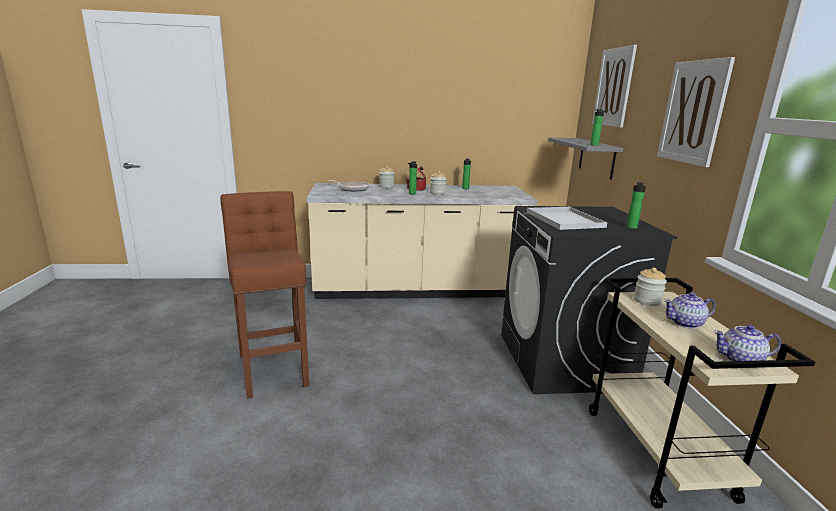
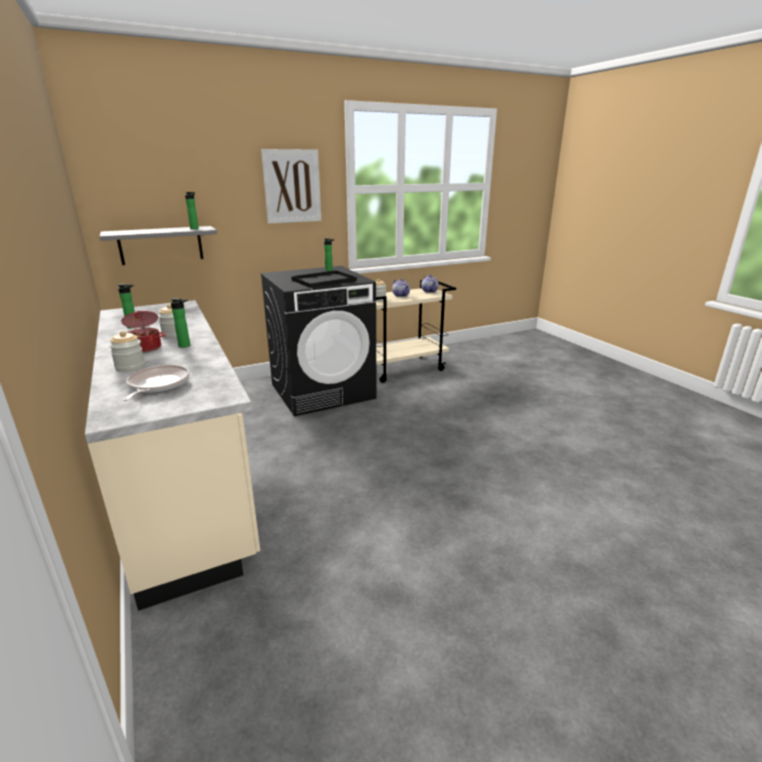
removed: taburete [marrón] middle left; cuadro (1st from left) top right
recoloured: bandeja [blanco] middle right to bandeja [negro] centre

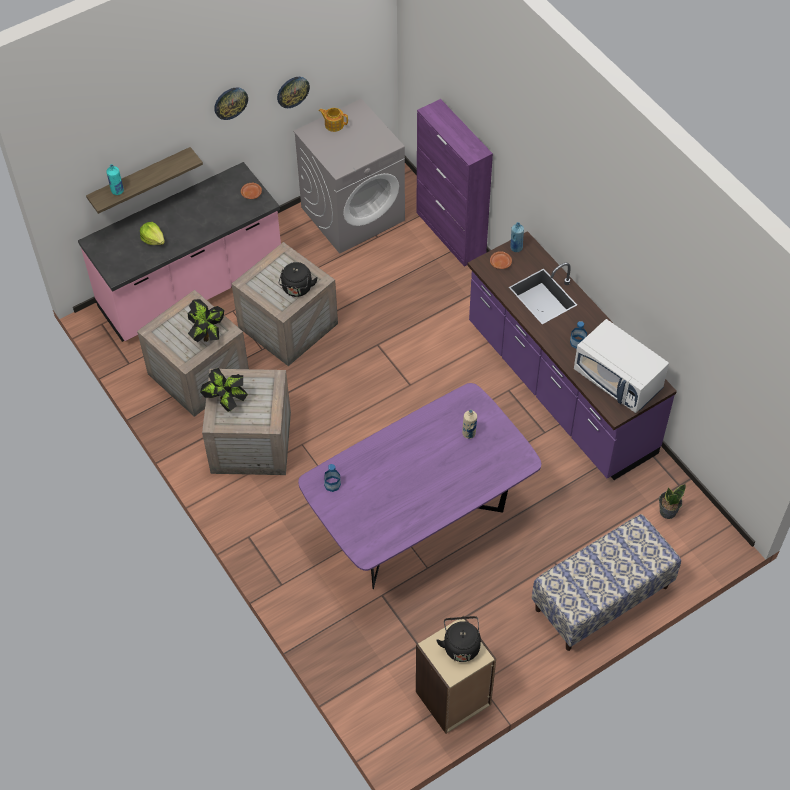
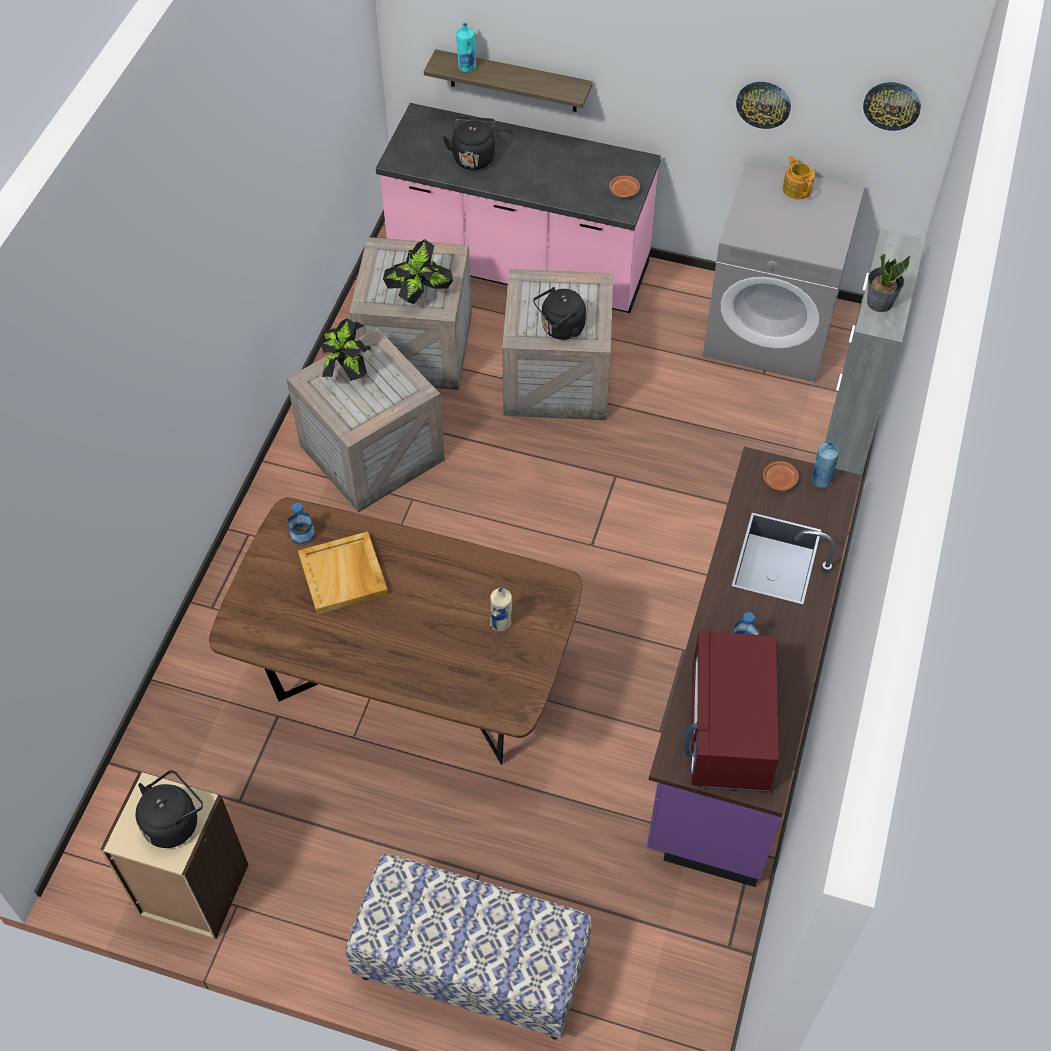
added: bandeja [beis] middle left
moved: reloj de pared (1st from left in the first image) top left to reloj de pared (2nd from left) top right; planta en maceta (3rd from left) middle right to top right
replaced: lechuga top left to hervidor [negro] (2nd from left) top centre
recoloured: mesa de comedor [morado] centre to mesa de comedor [marrón] centre; armario [morado] top centre to armario [gris] middle right; microondas [blanco] middle right to microondas [rojo] bottom right

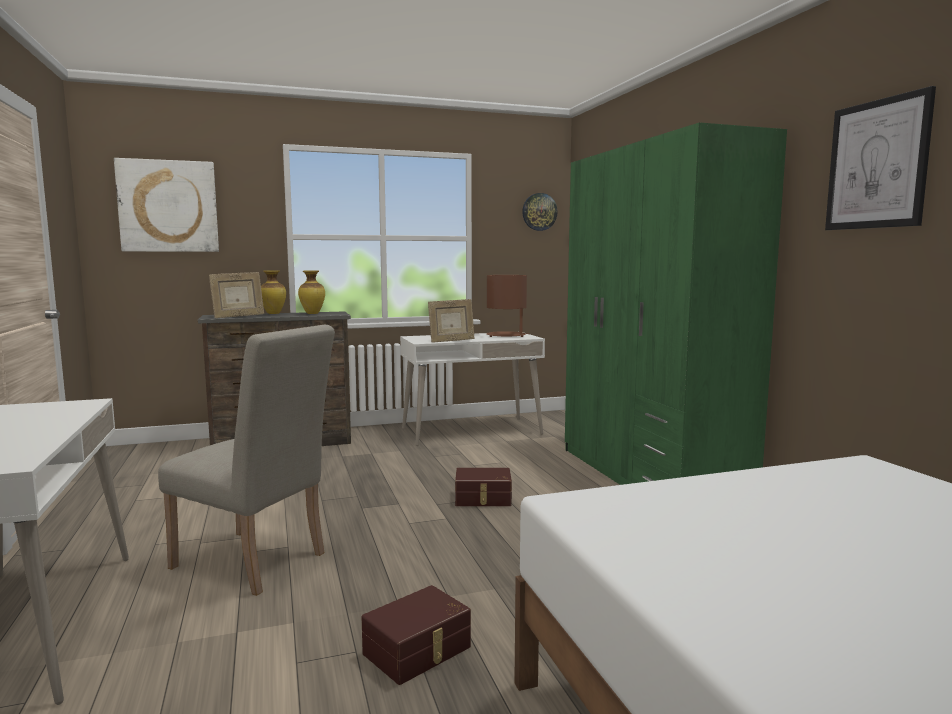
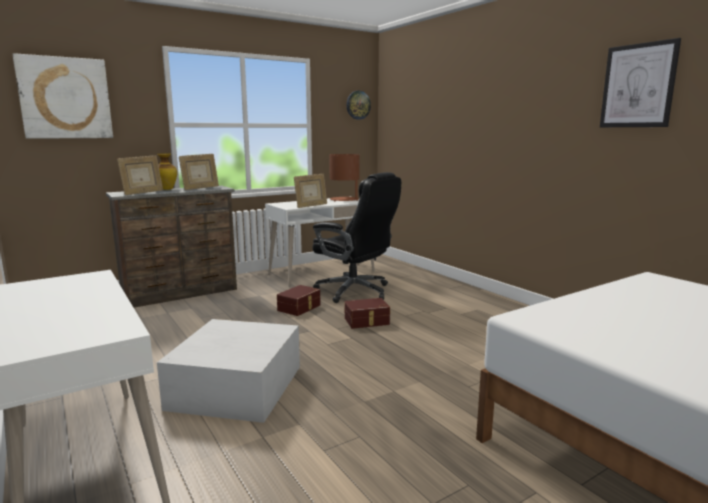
removed: armario ropero [verde] middle right
added: silla de oficina [negro] centre
moved: caja de almacenaje [marrón] (1st from left) bottom centre to centre
replaced: silla [beis] middle left to caja de almacenaje [blanco] bottom left; florero (2nd from left) middle left to portarretratos (2nd from left) middle left

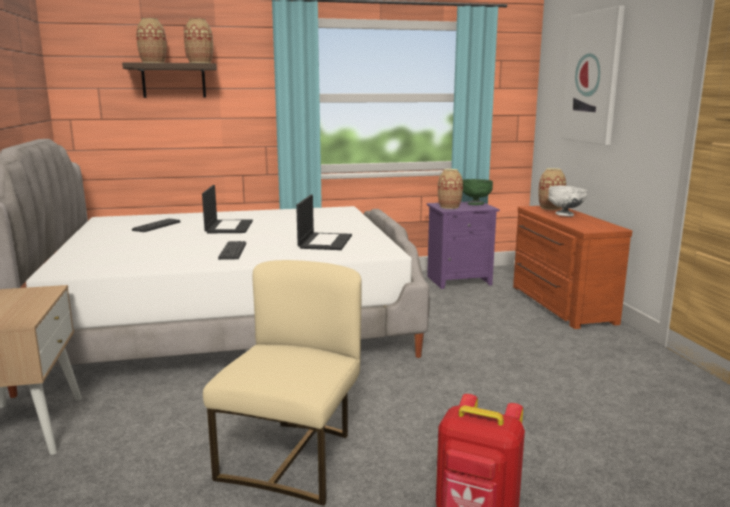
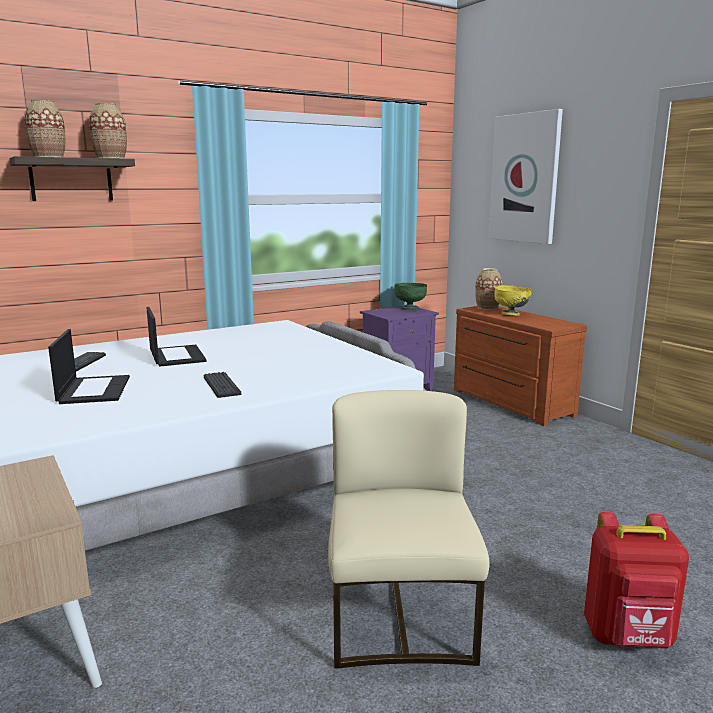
removed: florero (3rd from left) centre
moved: portátil (2nd from left in the first image) centre to portátil (1st from left) middle left
recoloured: cuenco [blanco] middle right to cuenco [amarillo] middle right

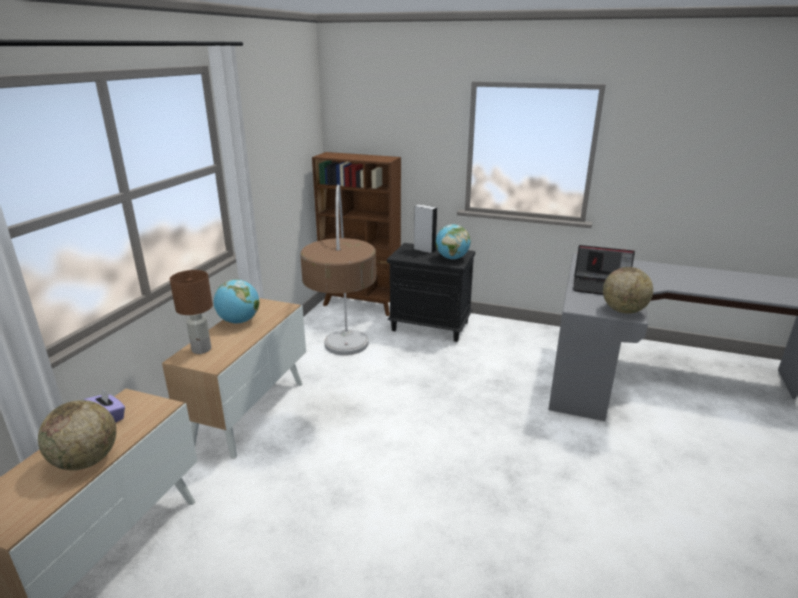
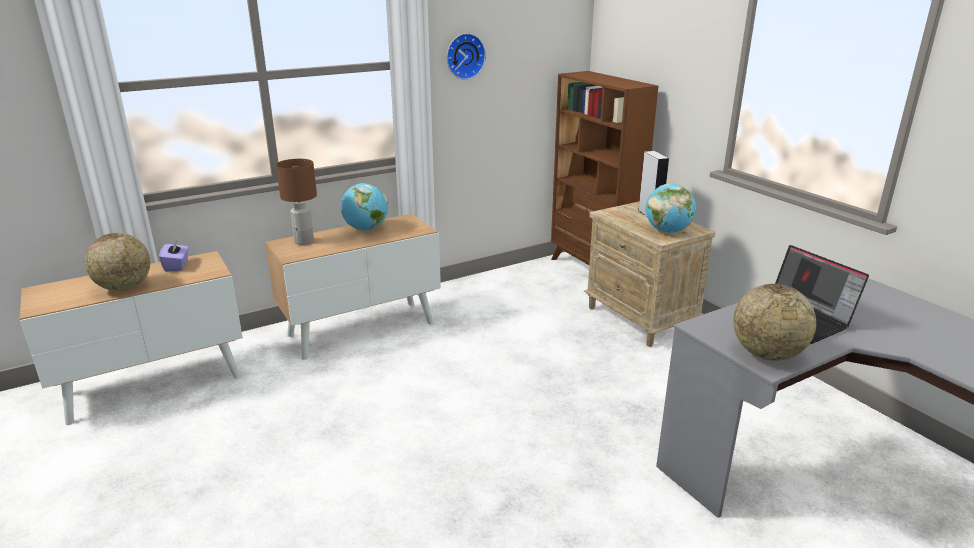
removed: lámpara de pie centre
added: reloj de pared top centre
recoloured: mesita de noche [negro] centre to mesita de noche [beis] middle right

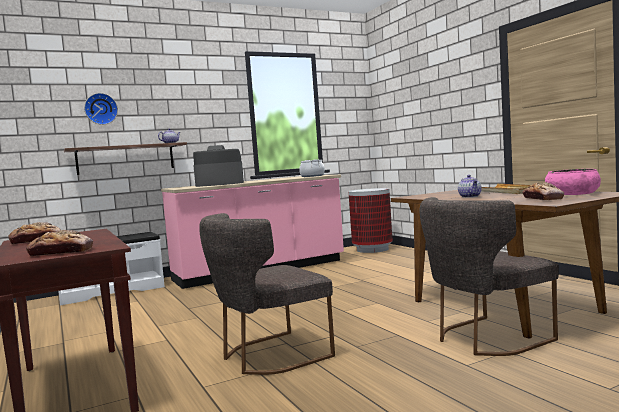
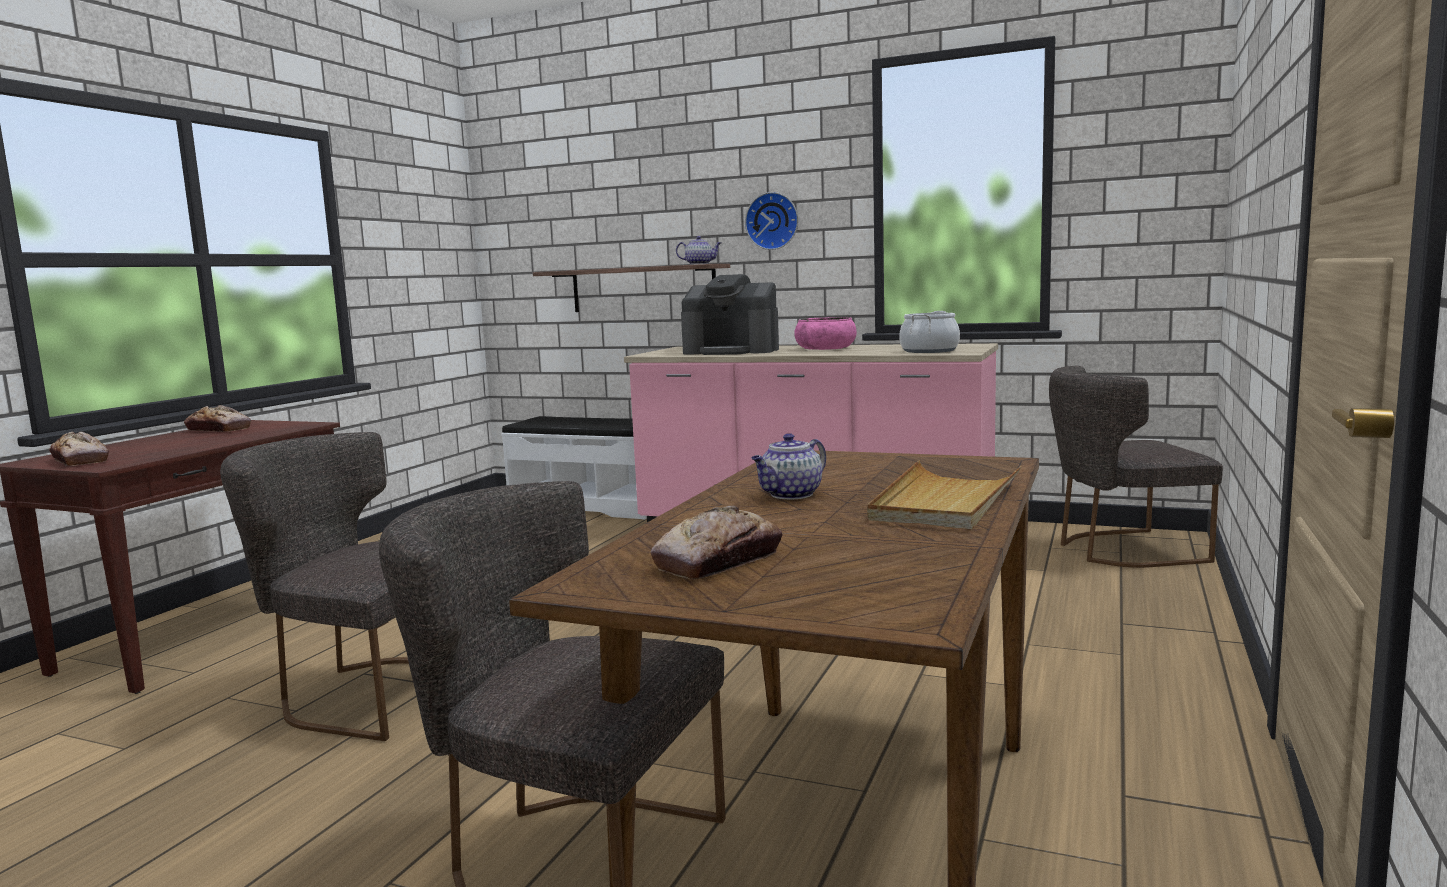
moved: reloj de pared top left to top centre; cuenco [rosa] middle right to centre
replaced: papelera centre to silla [gris] (3rd from left) middle right
turned: cafetera centre = centre 150 degrees clockwise

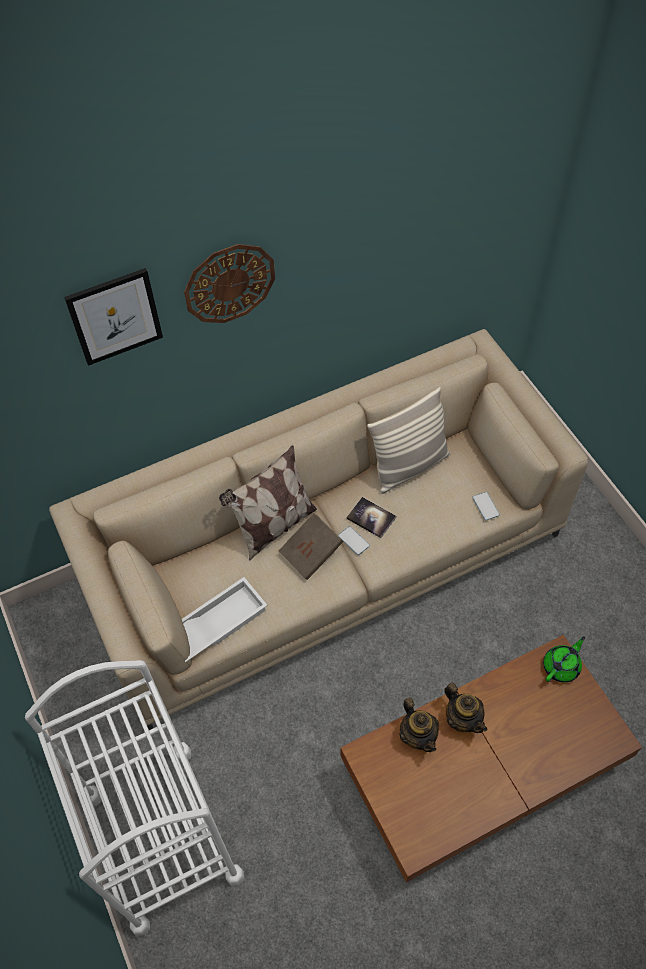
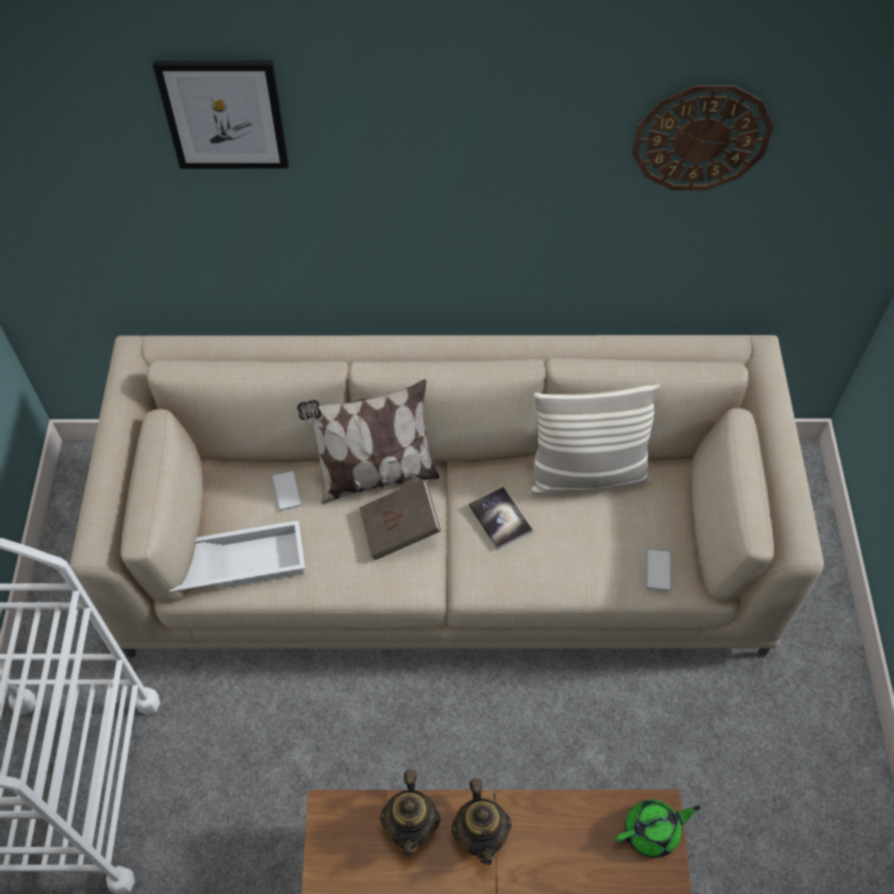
moved: reloj de pared top centre to top right; móvil (1st from left) centre to middle left

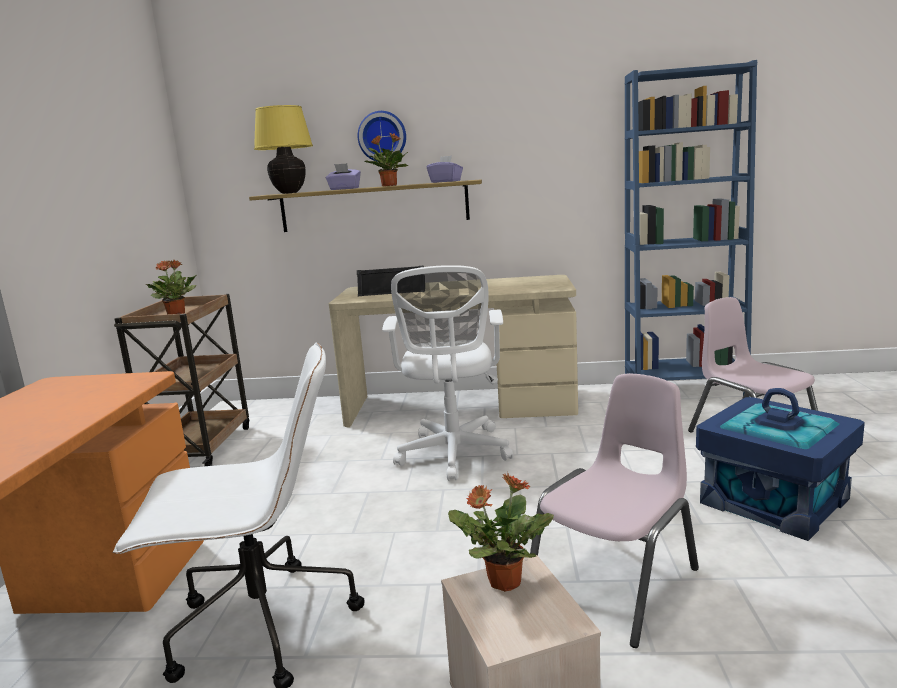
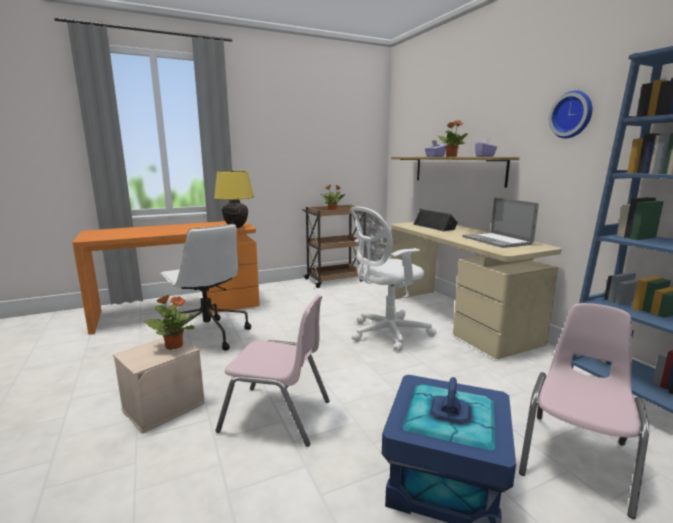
added: portátil middle right
moved: lámpara de mesa [amarillo] top left to centre; reloj de pared top centre to top right

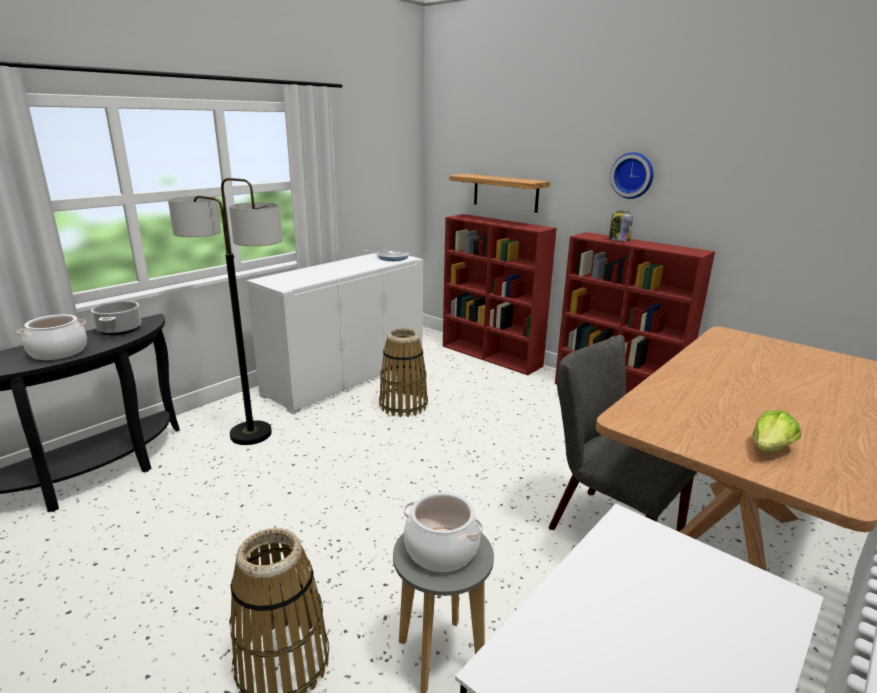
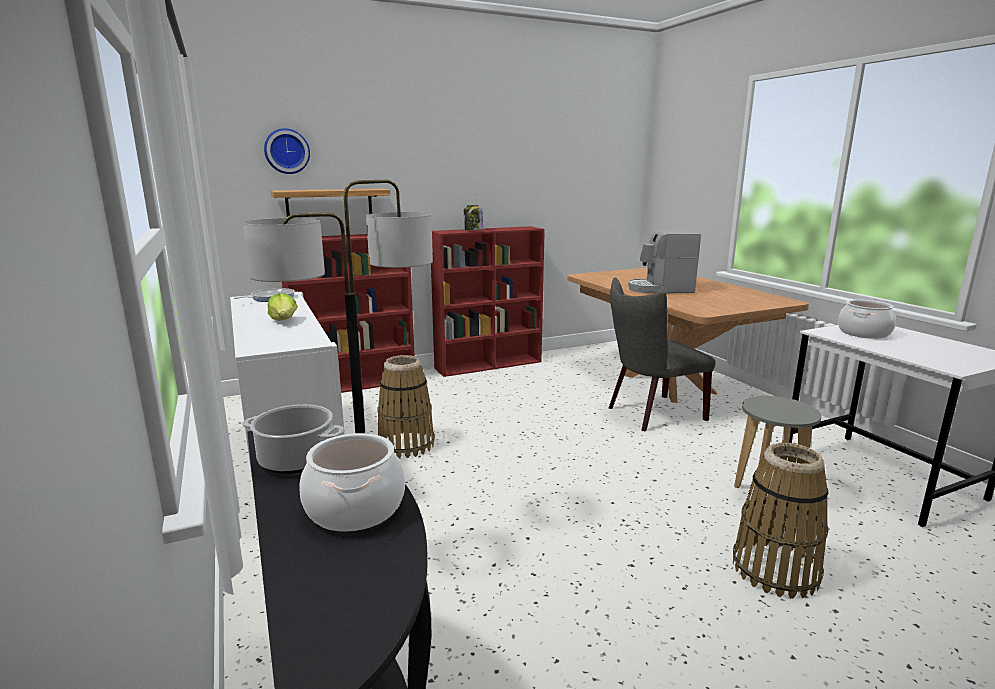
added: cafetera middle right
moved: olla (3rd from left) bottom centre to middle right; reloj de pared top right to top left; lechuga middle right to middle left

